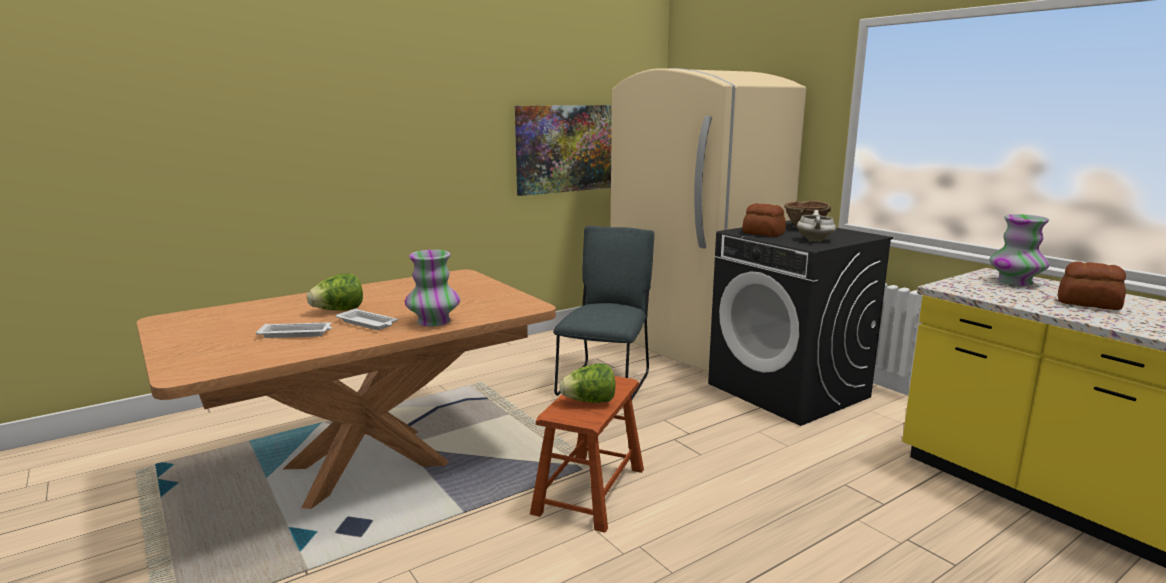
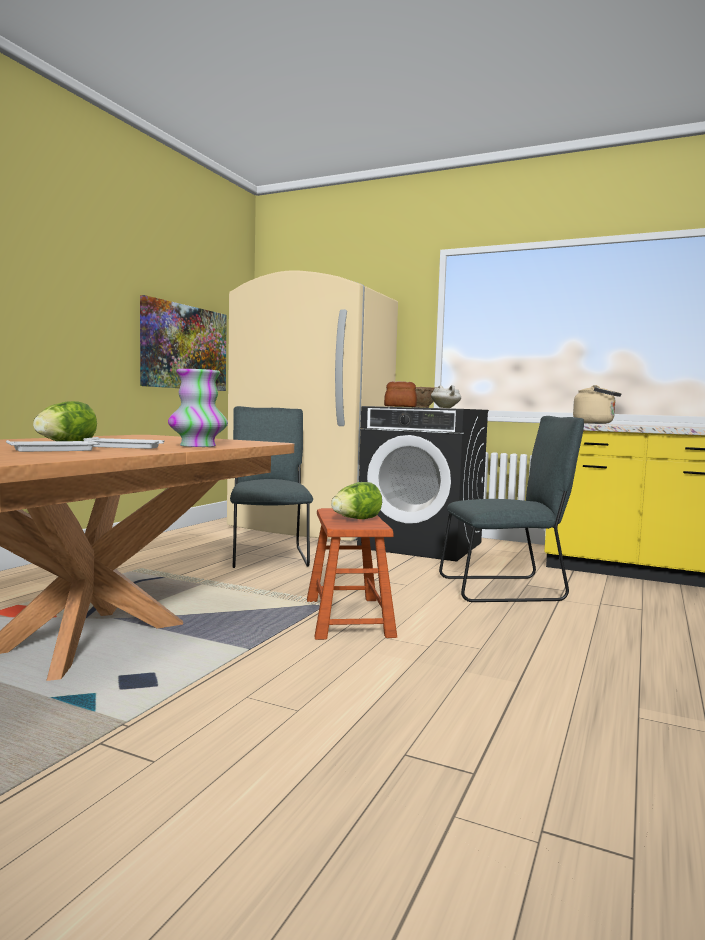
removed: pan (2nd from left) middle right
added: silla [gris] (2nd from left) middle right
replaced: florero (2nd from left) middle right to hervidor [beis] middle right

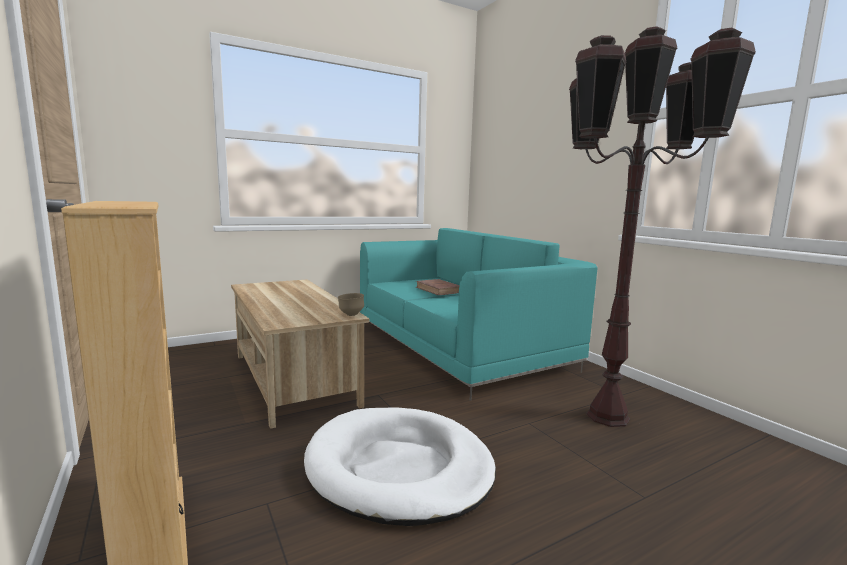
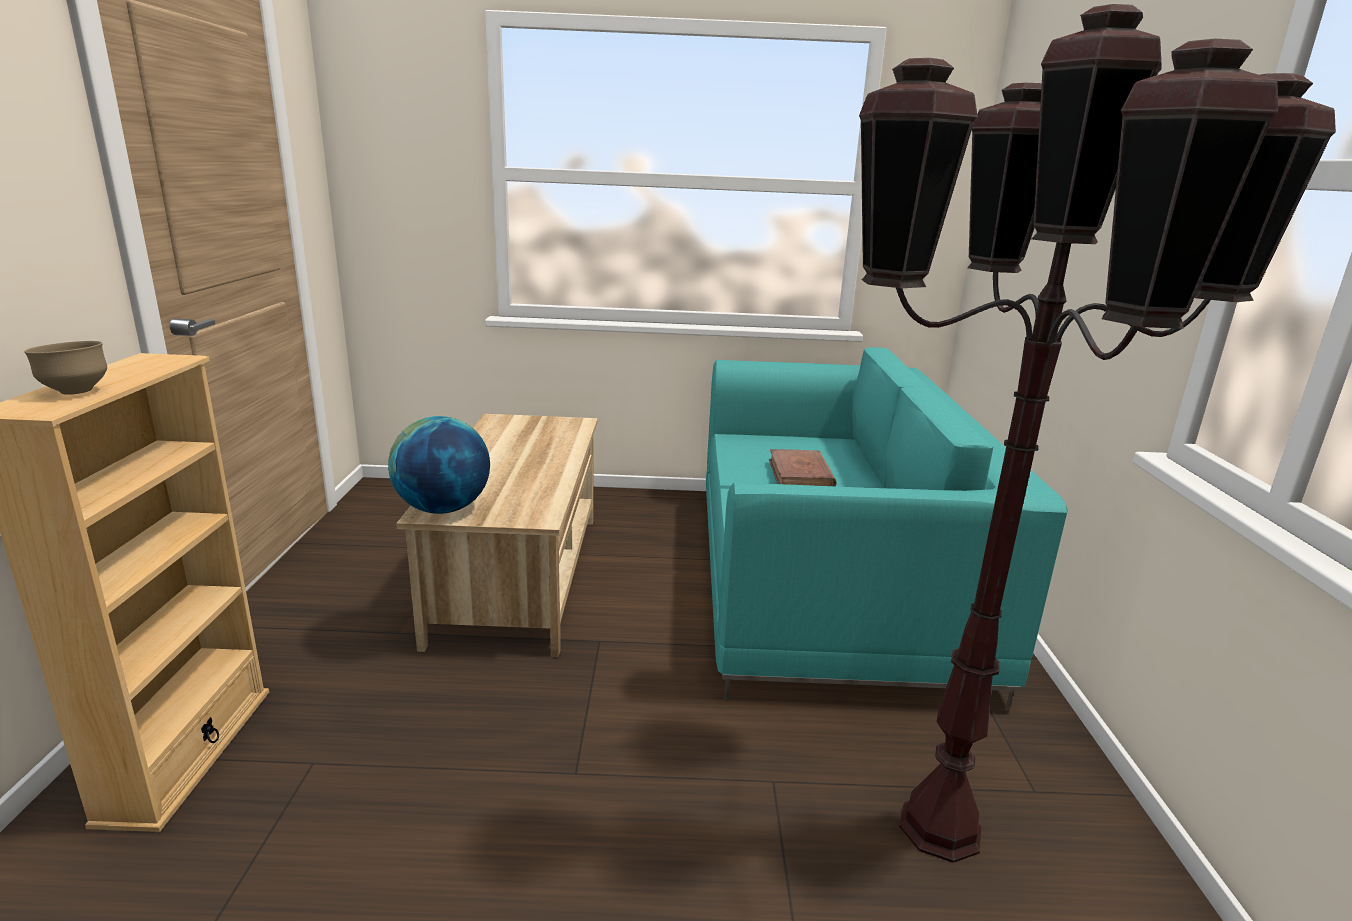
removed: cama para perro [blanco] bottom centre
added: globo terráqueo middle left
moved: cuenco [marrón] centre to middle left

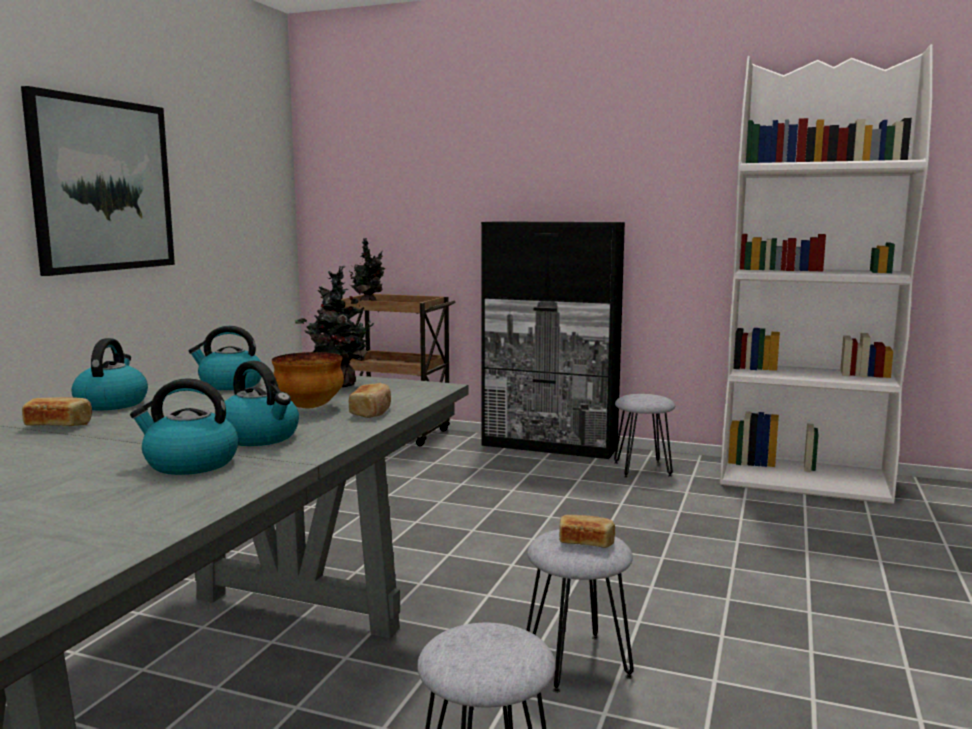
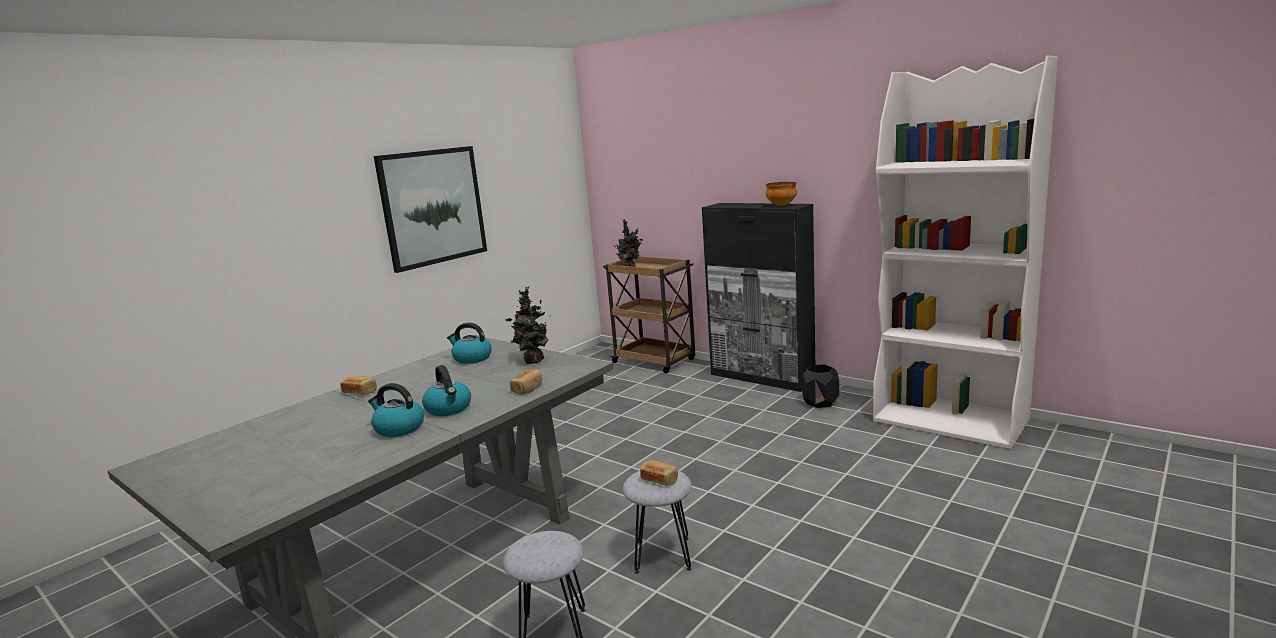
removed: hervidor (1st from left) middle left
moved: cuenco middle left to top centre
replaced: taburete [gris] (3rd from left) centre to maceta [negro] centre

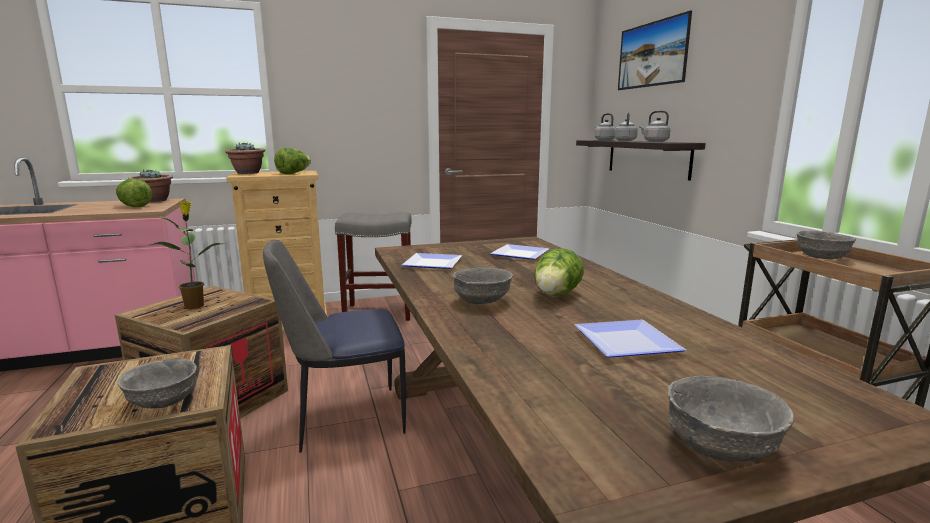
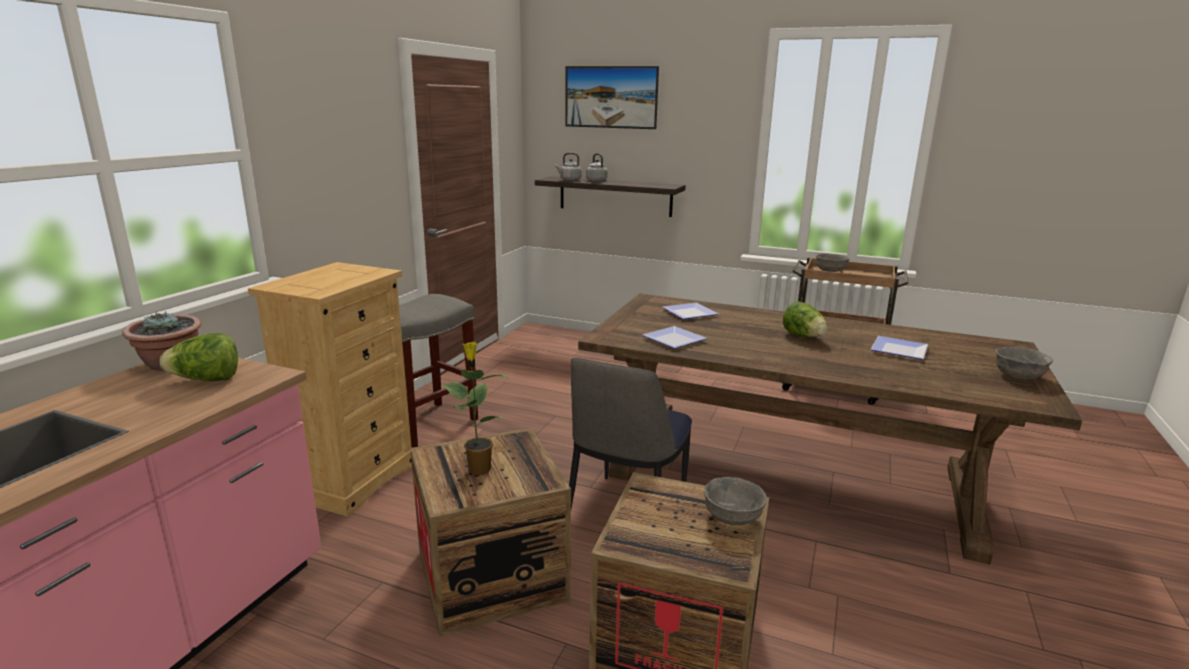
removed: planta en maceta (3rd from left) top left; lechuga (2nd from left) top left; cuenco [gris] (2nd from left) centre; hervidor [gris] (3rd from left) top right

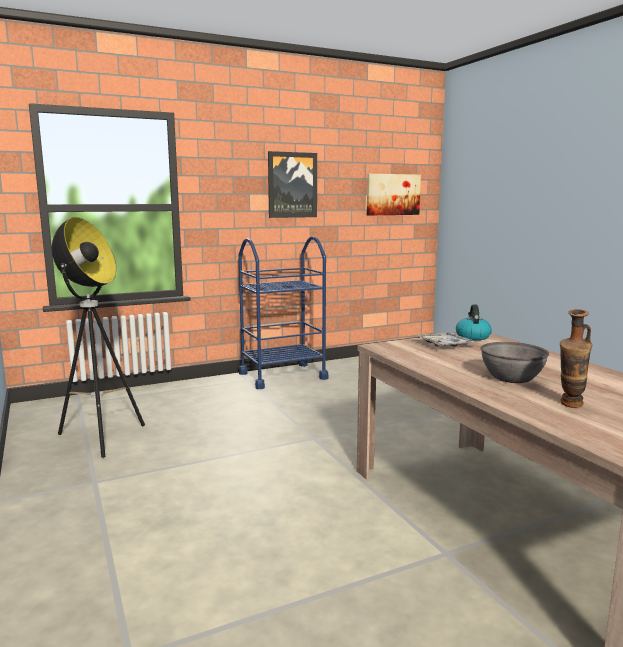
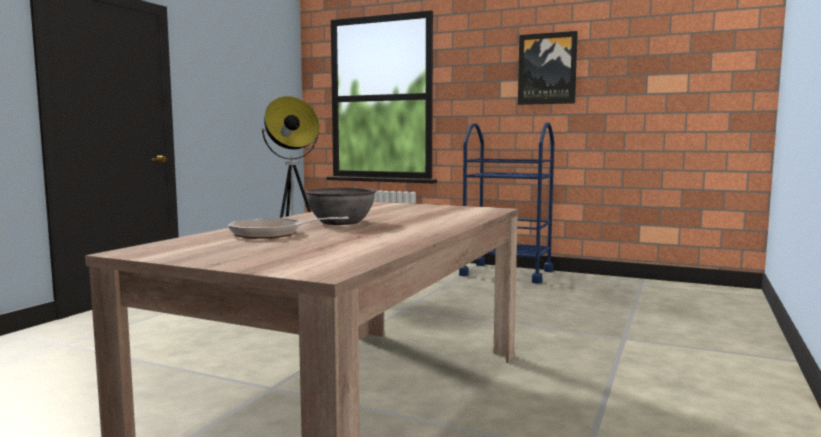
removed: cuadro (2nd from left) top centre; bandeja middle right; hervidor middle right
replaced: florero middle right to sartén centre

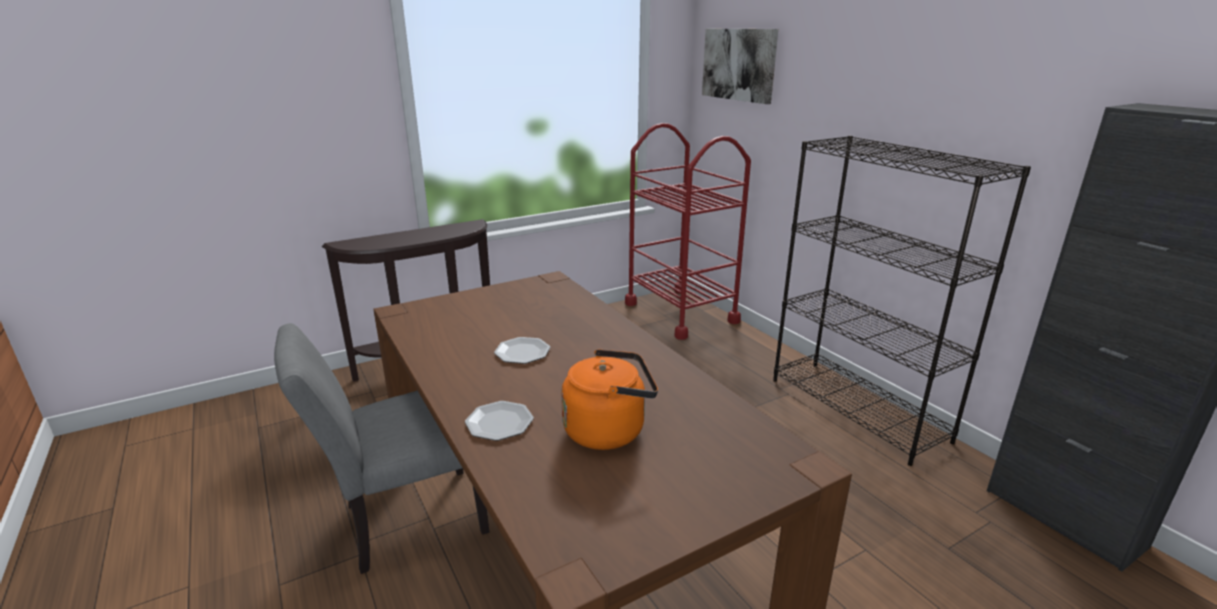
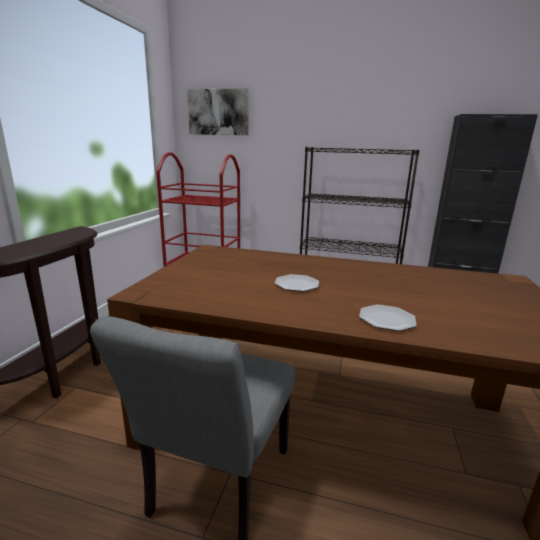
removed: hervidor [naranja] centre

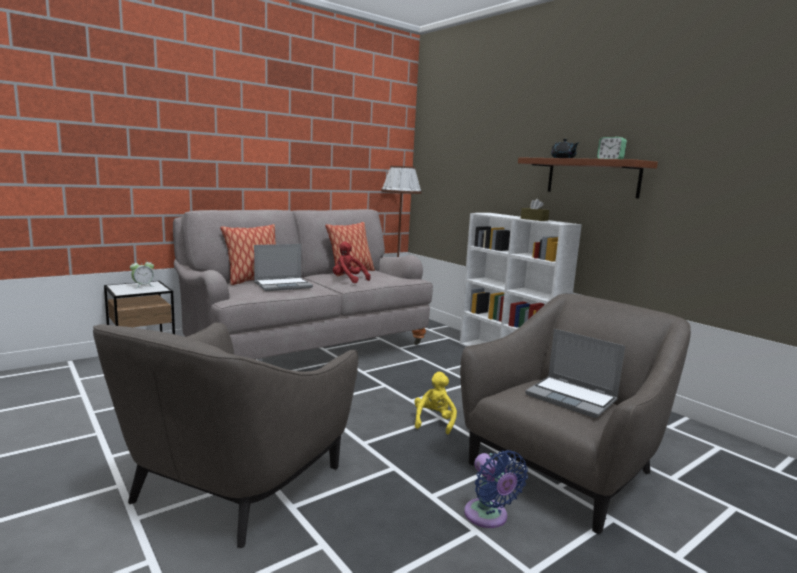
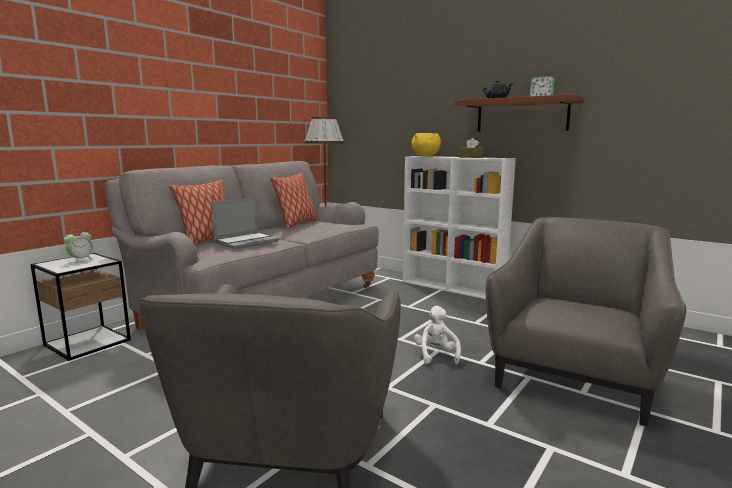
removed: peluche [rojo] centre; ventilador [azul] bottom centre; portátil (2nd from left) middle right
added: cuenco [amarillo] top centre
recoloured: peluche [amarillo] bottom centre to peluche [blanco] bottom centre

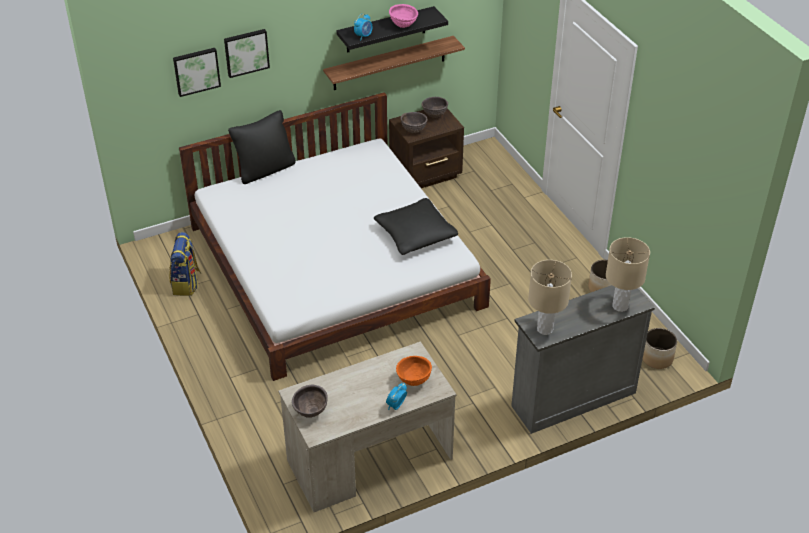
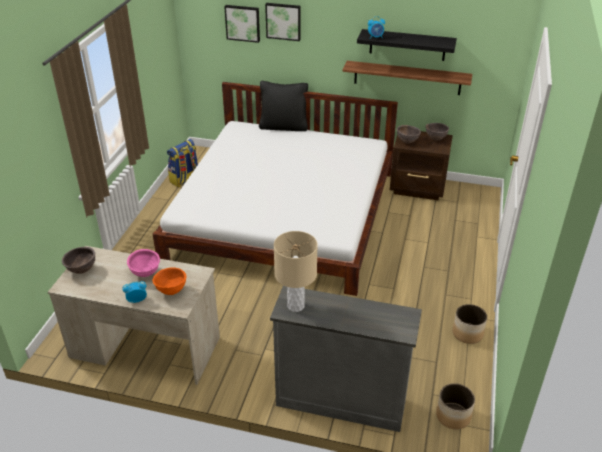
removed: cojín [negro] (2nd from left) centre; lámpara de mesa [beis] (2nd from left) middle right
moved: cuenco [rosa] top centre to middle left

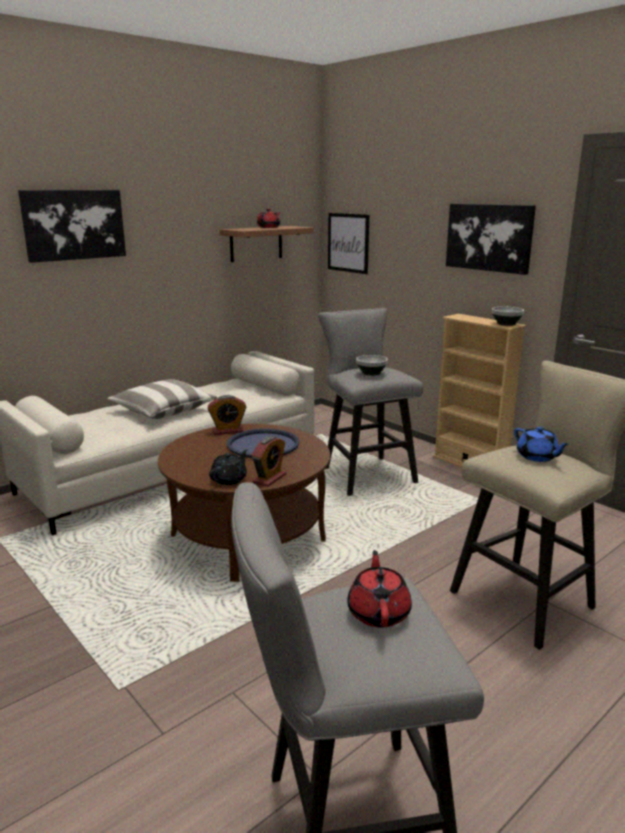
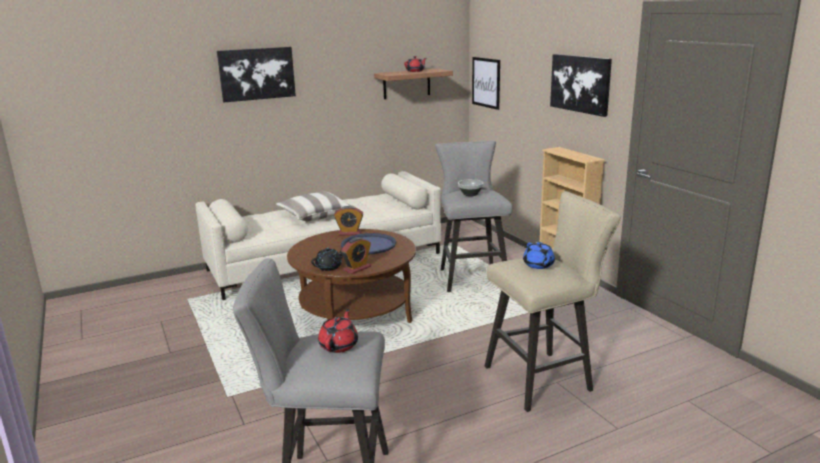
removed: cuenco (2nd from left) middle right

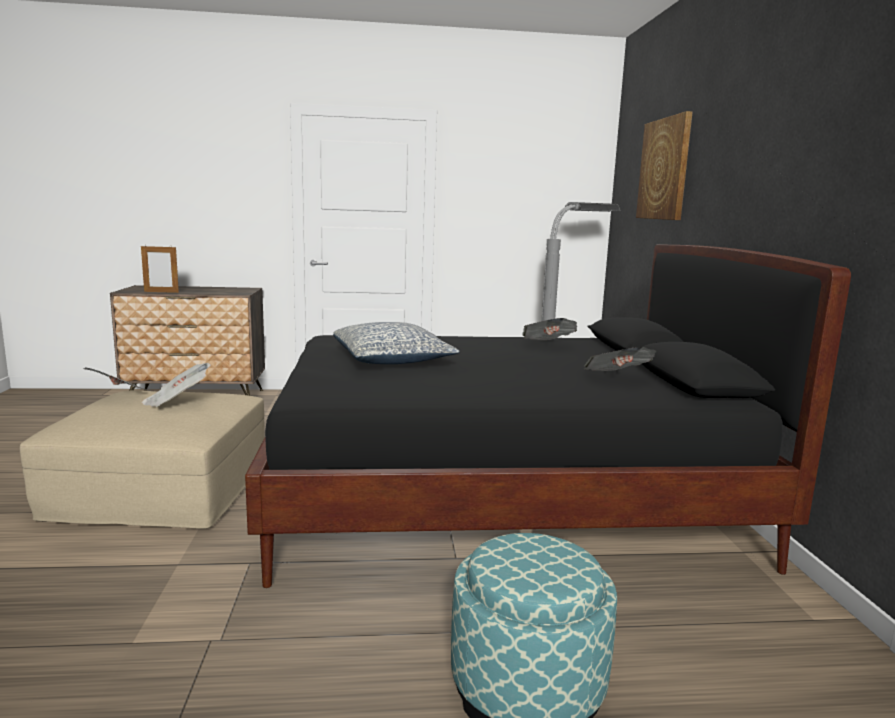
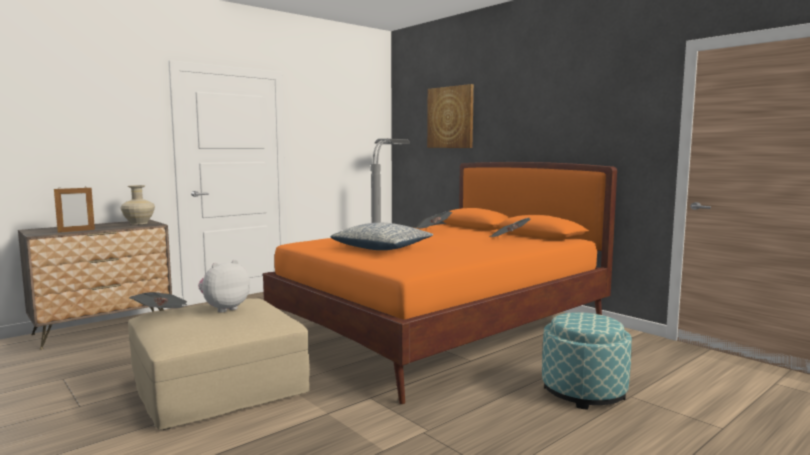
added: florero [beis] middle left
replaced: periódico (2nd from left) middle left to peluche middle left
recoloured: cama [negro] centre to cama [naranja] centre

